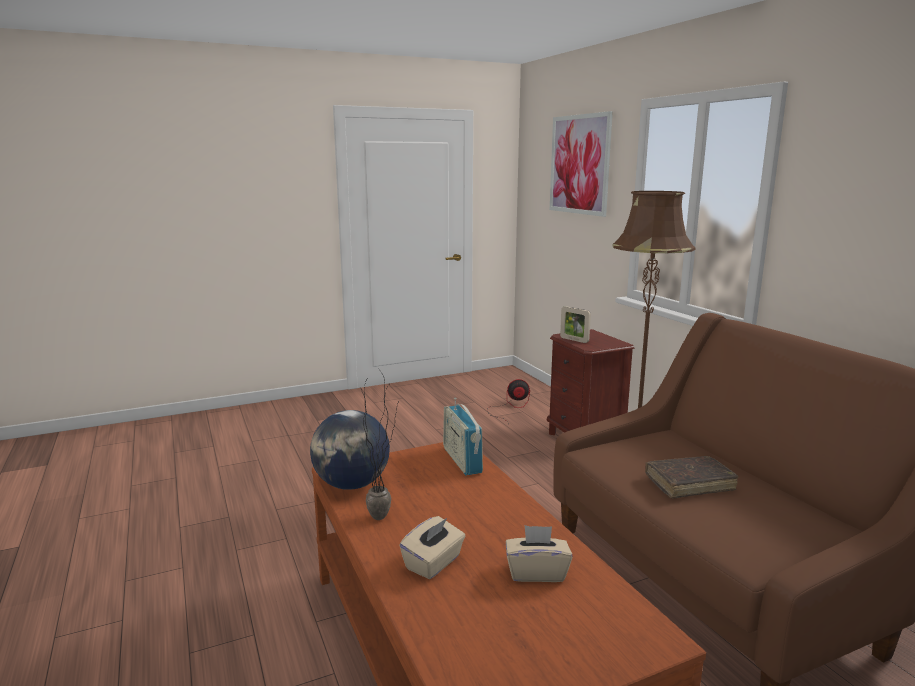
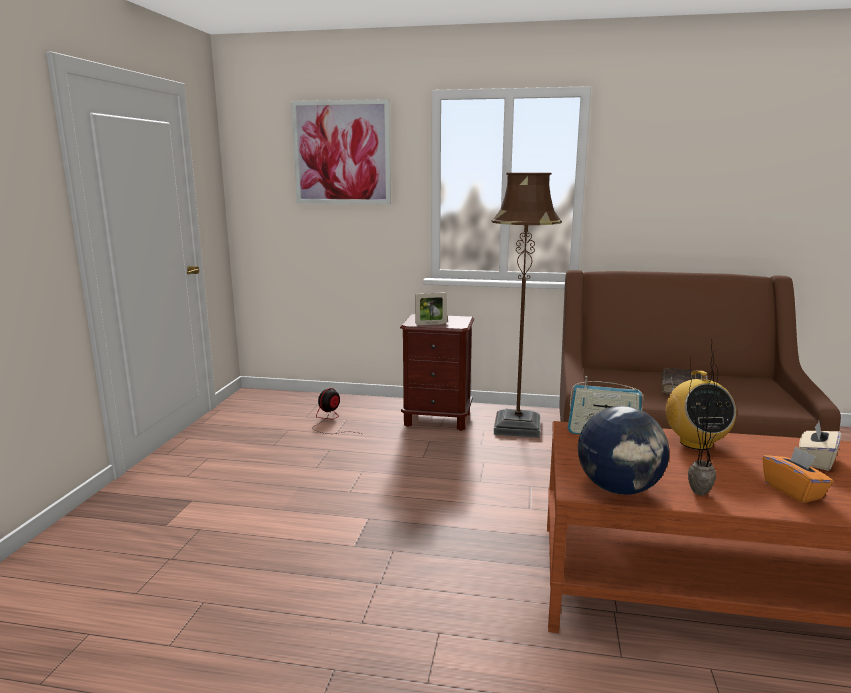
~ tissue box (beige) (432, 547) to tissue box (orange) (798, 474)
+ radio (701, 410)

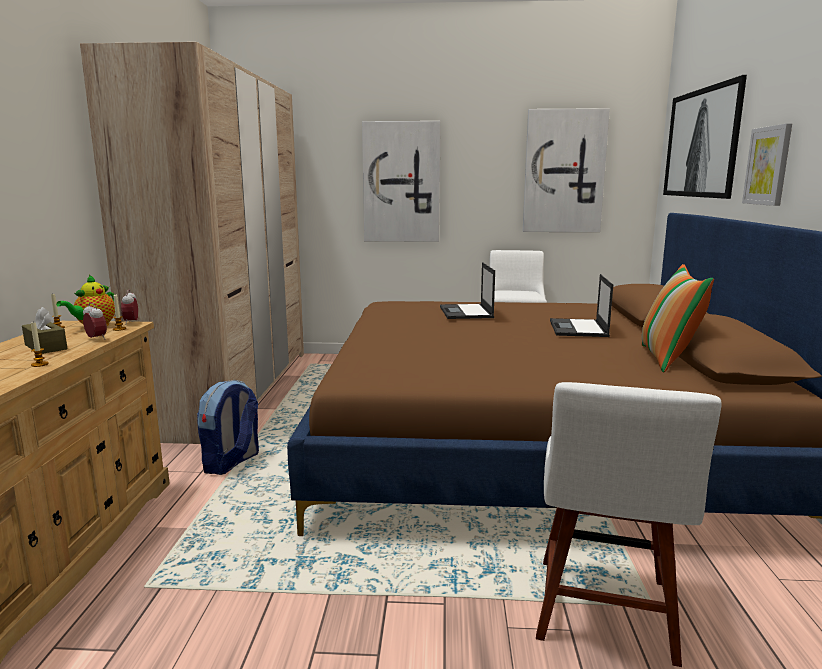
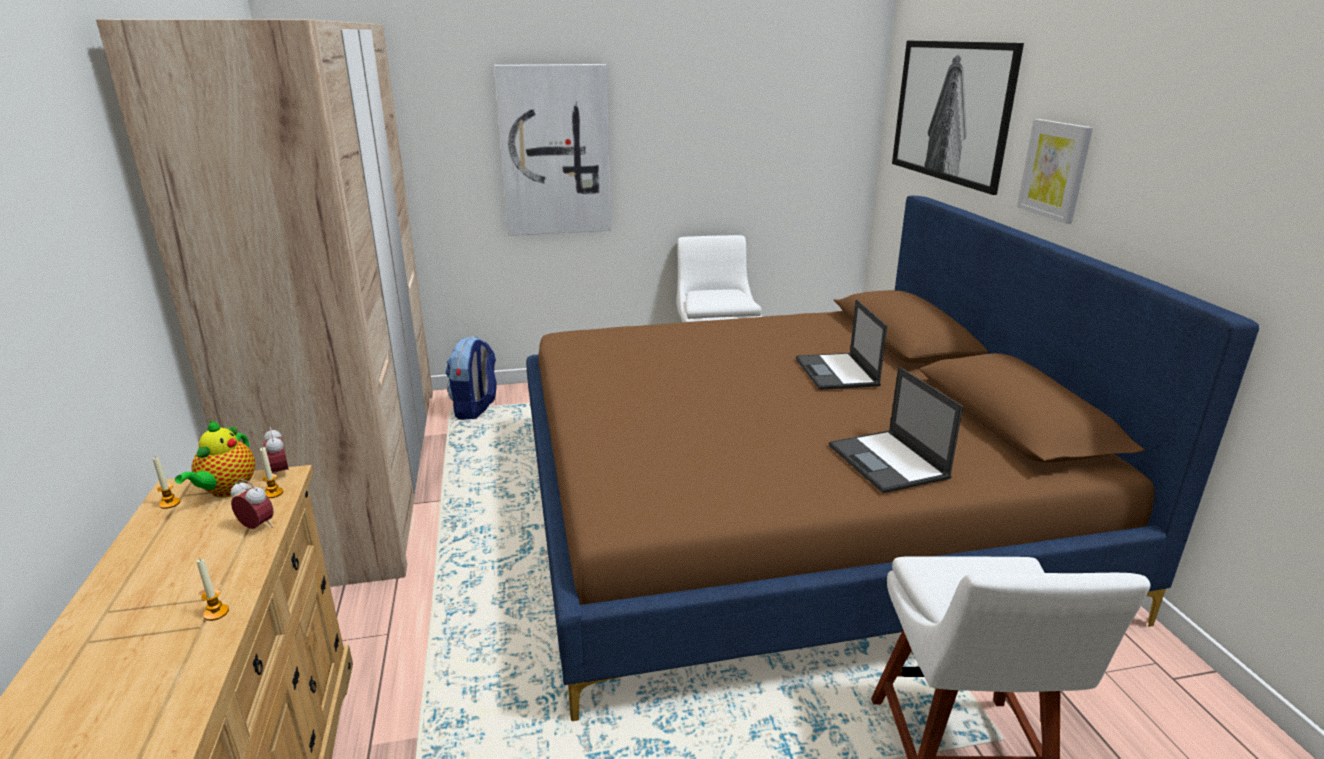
- tissue box (brown) (44, 330)
~ backpack (228, 427) to (471, 378)
~ laptop (467, 290) to (896, 430)
- picture (566, 170)
- pillow (677, 318)

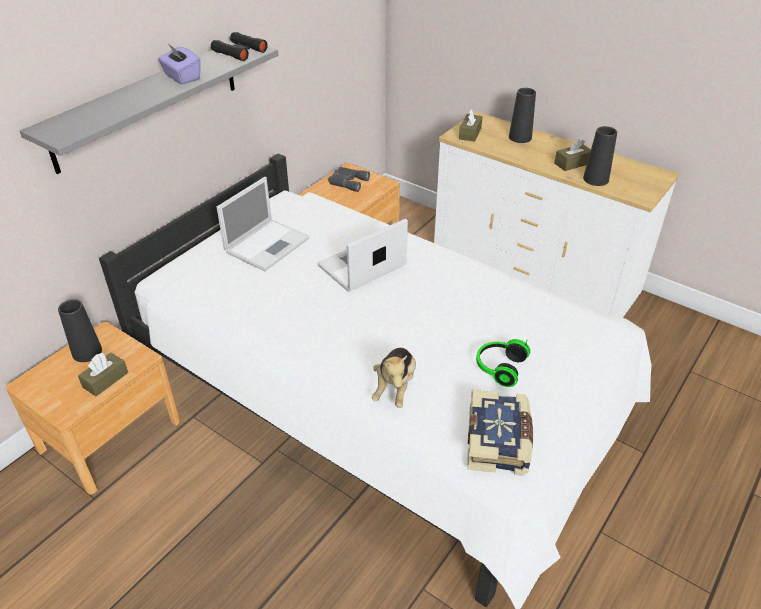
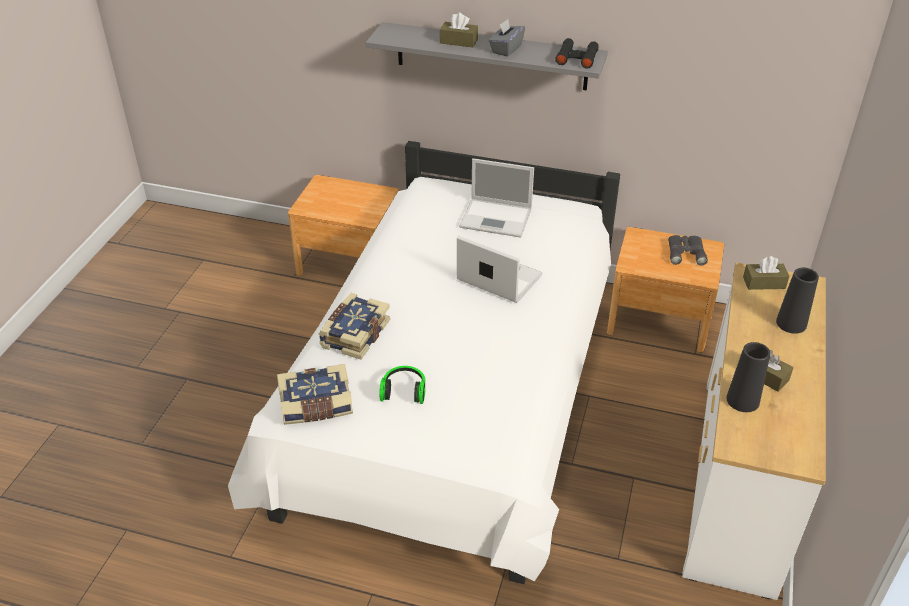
- vase (black) (80, 330)
~ tissue box (brown) (103, 374) to (459, 30)
~ tissue box (purple) (179, 65) to tissue box (grey) (507, 38)
~ plush toy (394, 378) to book (354, 326)

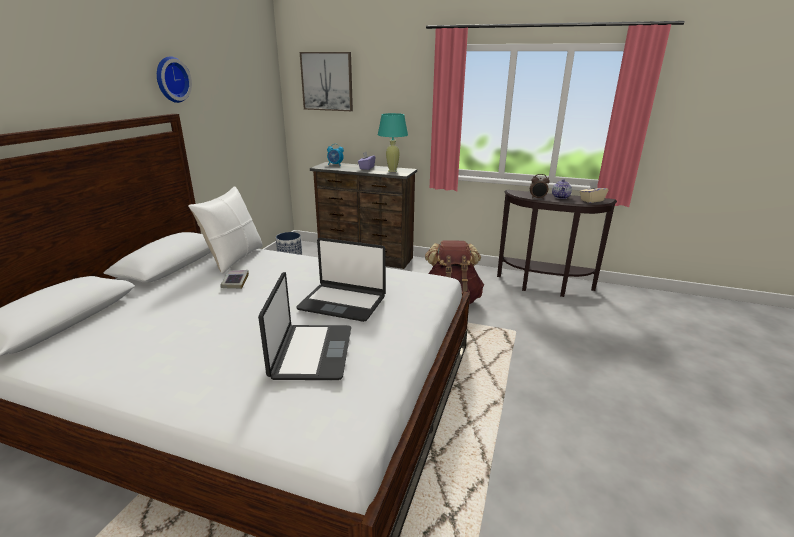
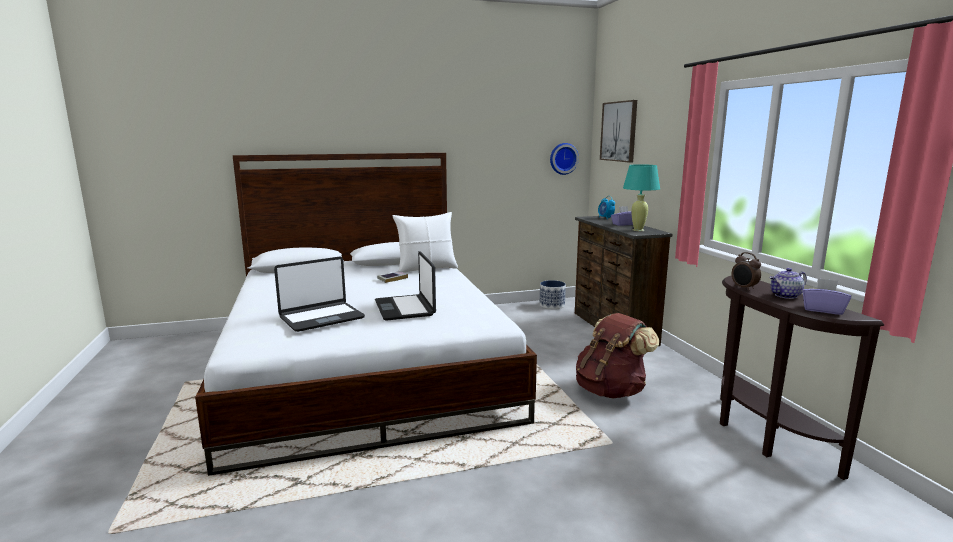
~ wall clock (174, 79) to (564, 159)
~ tissue box (beige) (594, 192) to tissue box (purple) (826, 296)

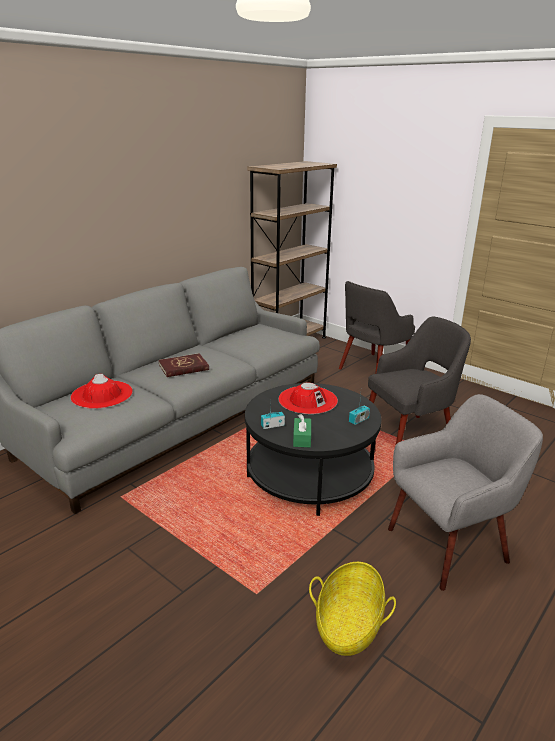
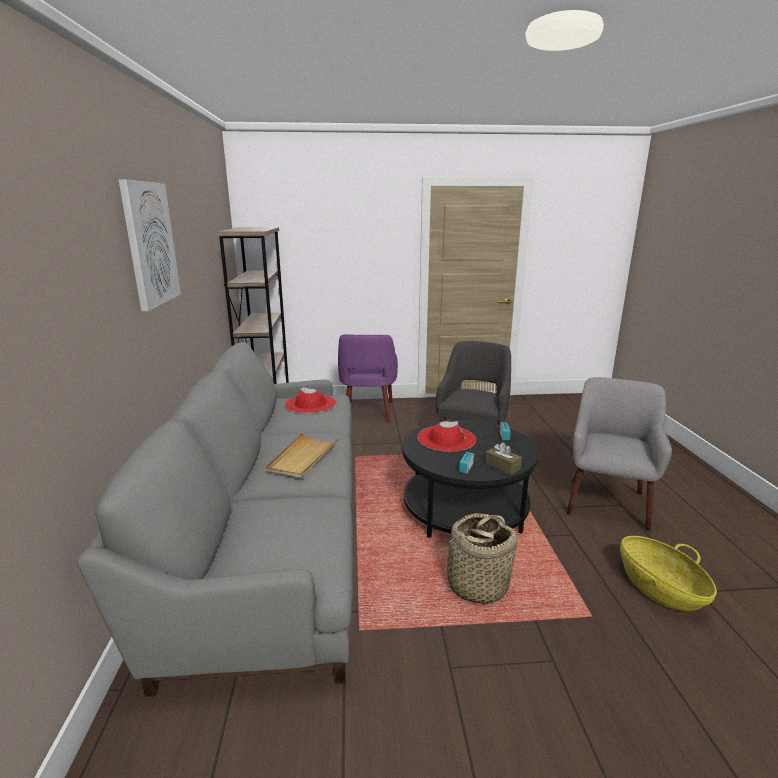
~ hat (red) (102, 391) to (310, 400)
~ book (red) (183, 365) to tray (beige) (302, 455)
~ tissue box (green) (302, 430) to tissue box (brown) (503, 458)
~ armchair (grey) (377, 327) to armchair (purple) (368, 378)
+ picture (149, 245)
+ basket (476, 559)

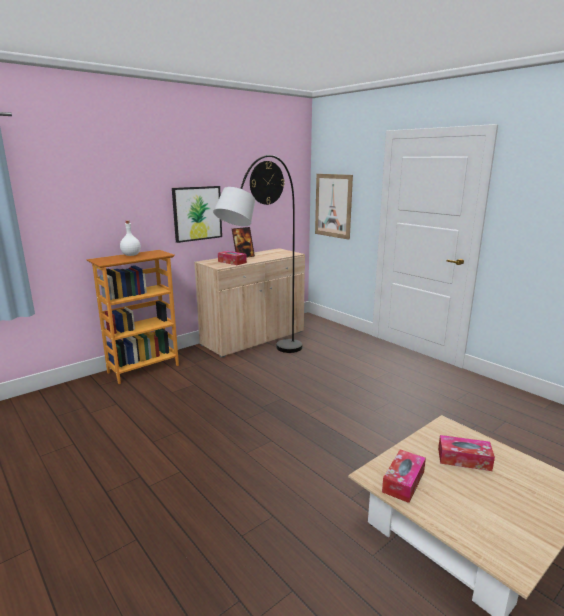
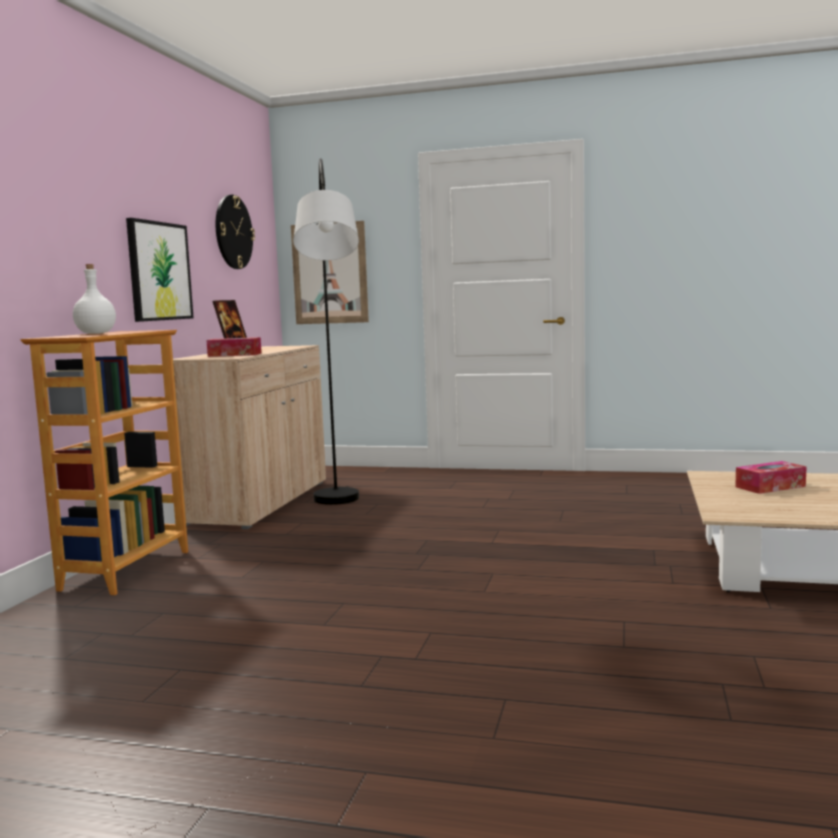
- tissue box (404, 476)

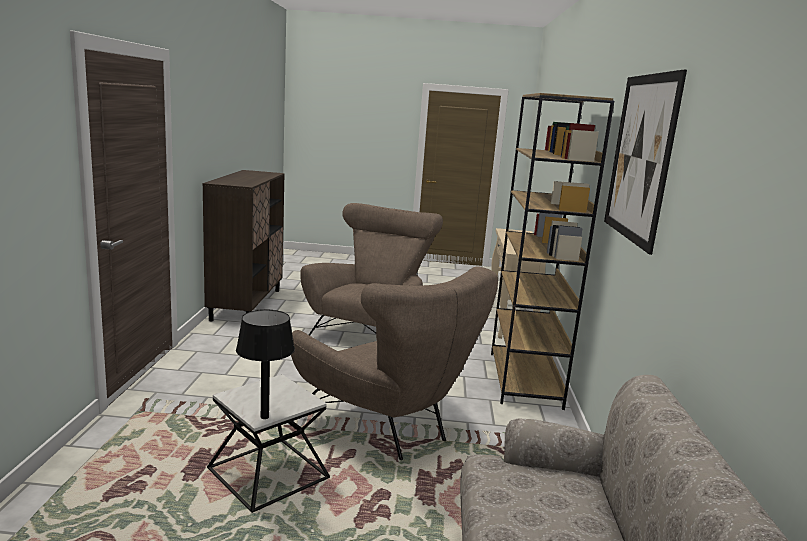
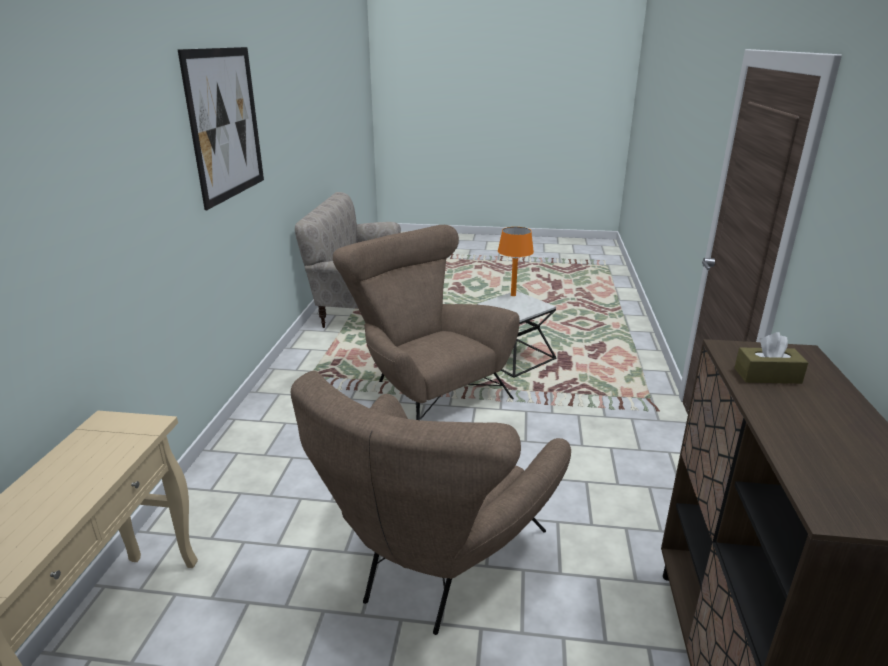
~ table lamp (black) (265, 364) to table lamp (orange) (516, 261)
- bookcase (brown) (552, 251)
+ tissue box (brown) (771, 358)

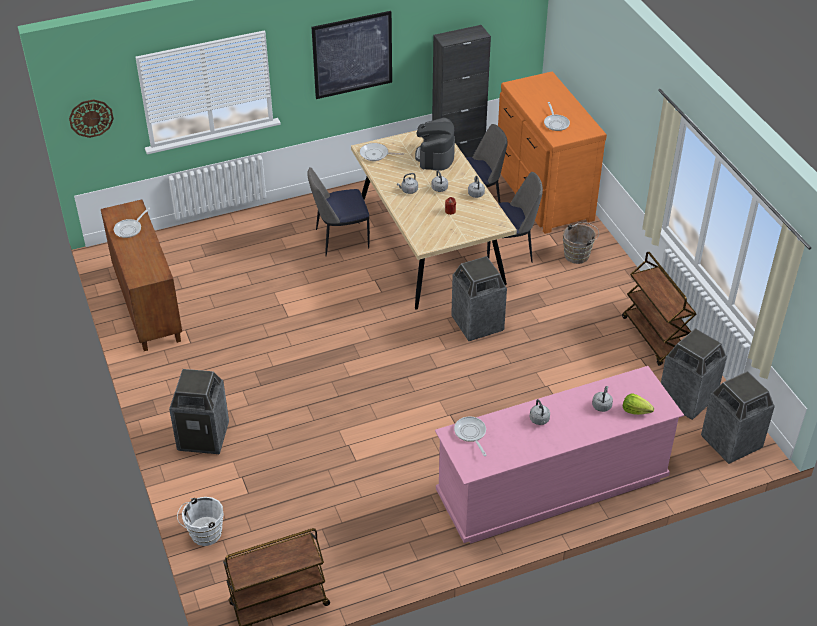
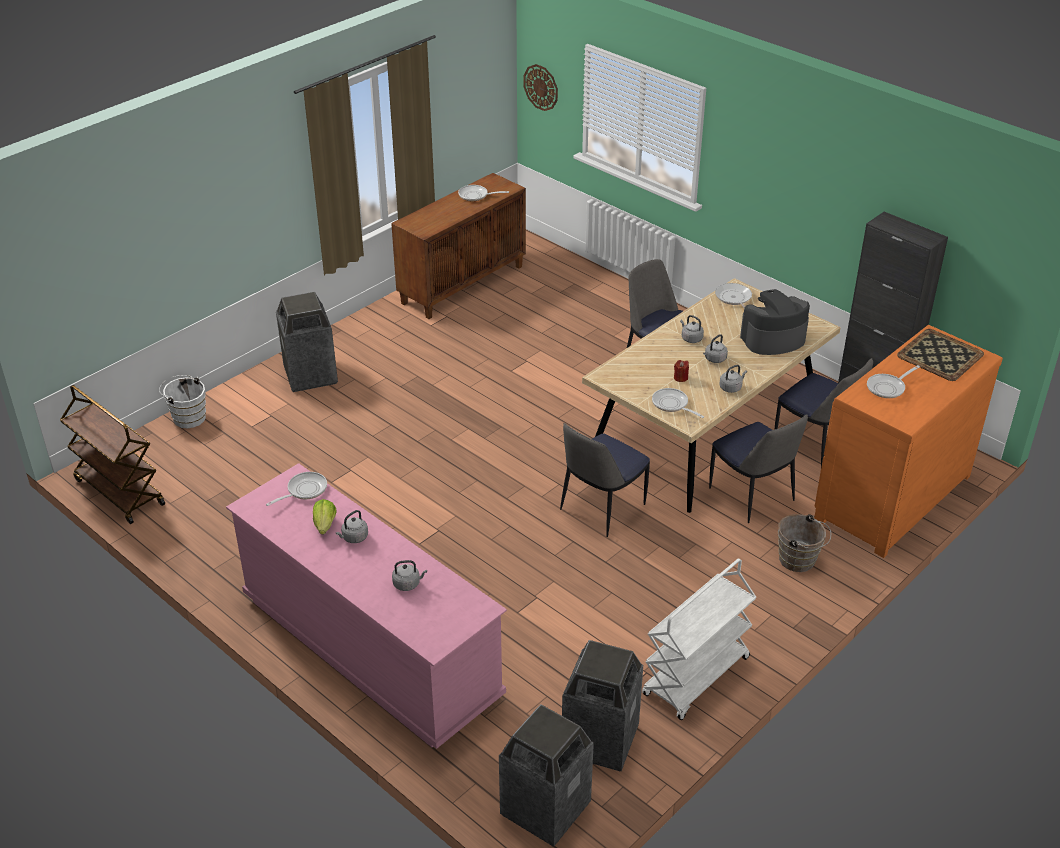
- picture (352, 55)
~ trash can (479, 298) to chair (605, 480)
~ cart (brown) (659, 309) to cart (white) (699, 639)
~ lettuce (638, 404) to (324, 516)
+ frying pan (678, 403)
+ tray (940, 355)

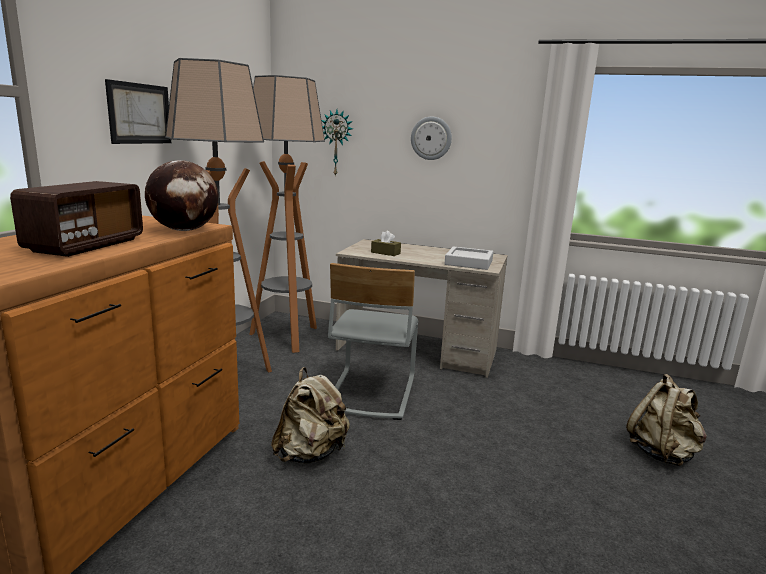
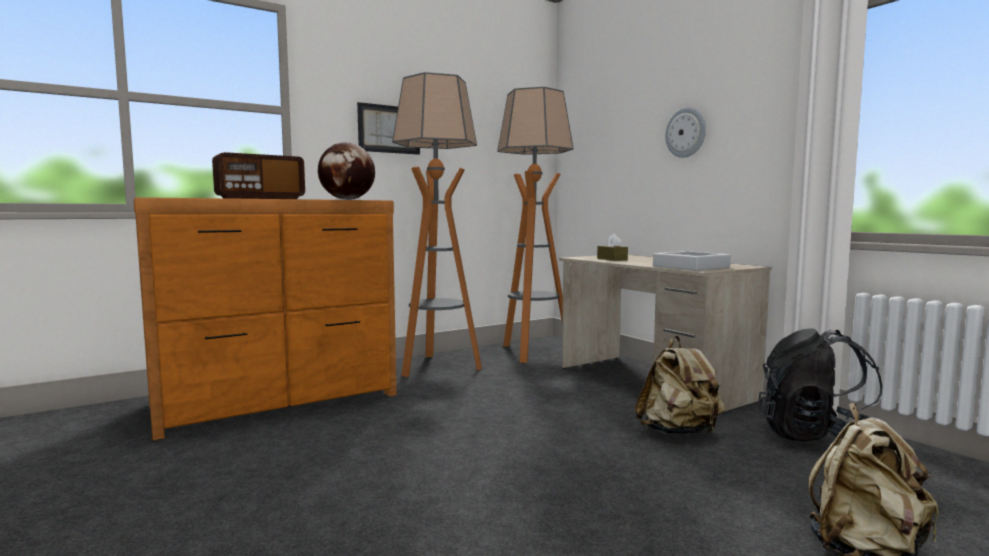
~ backpack (beige) (310, 415) to (680, 385)
- wall clock (337, 143)
- chair (grey) (373, 341)
+ backpack (black) (820, 384)

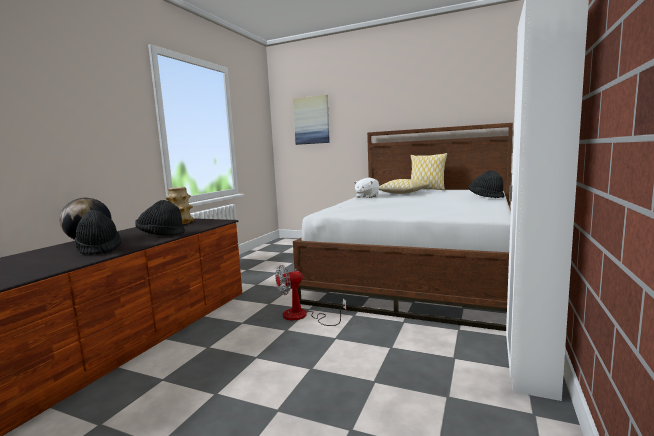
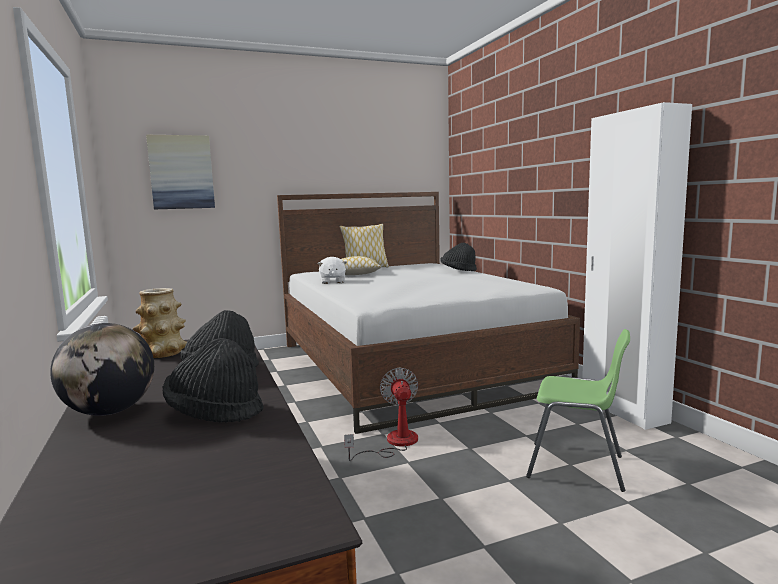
~ fan (311, 295) = (381, 414) 150 degrees clockwise
+ chair (green) (578, 410)

